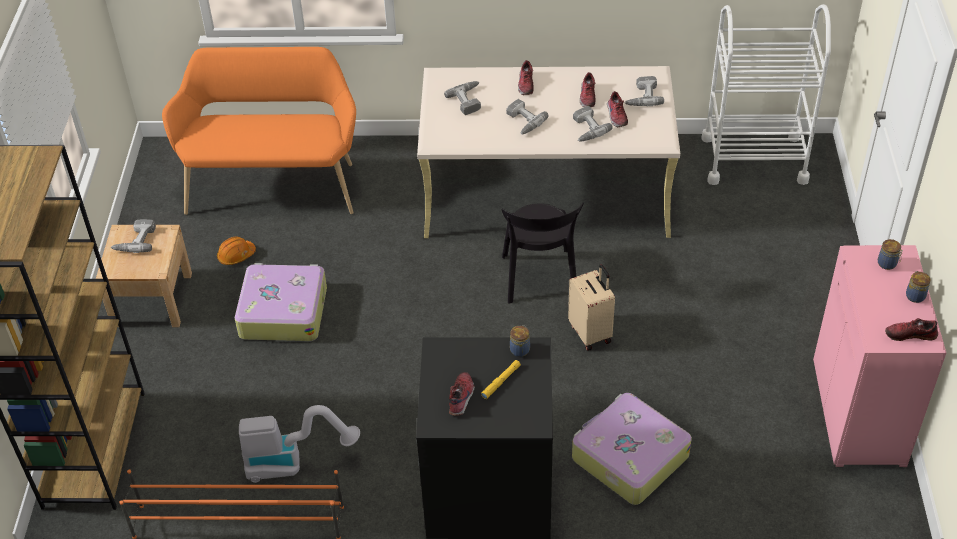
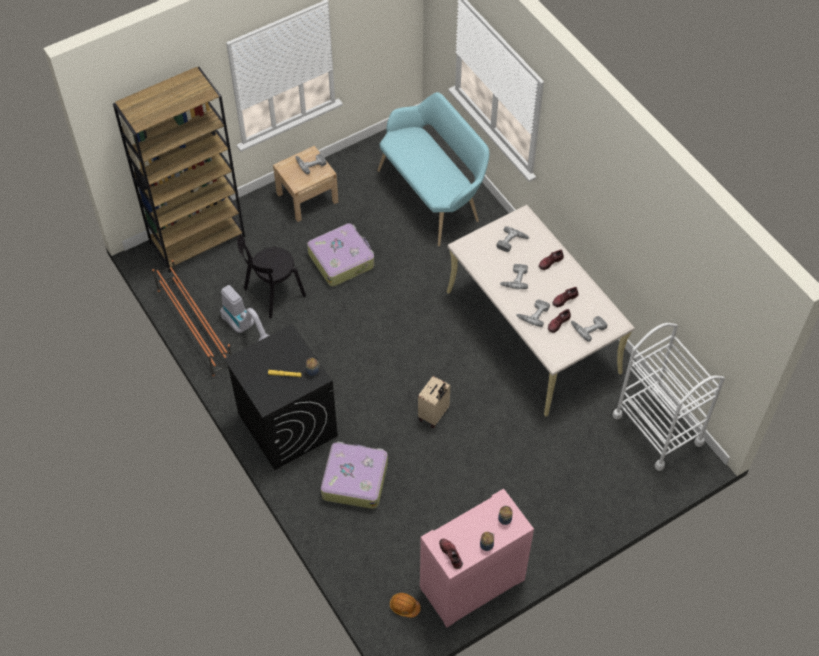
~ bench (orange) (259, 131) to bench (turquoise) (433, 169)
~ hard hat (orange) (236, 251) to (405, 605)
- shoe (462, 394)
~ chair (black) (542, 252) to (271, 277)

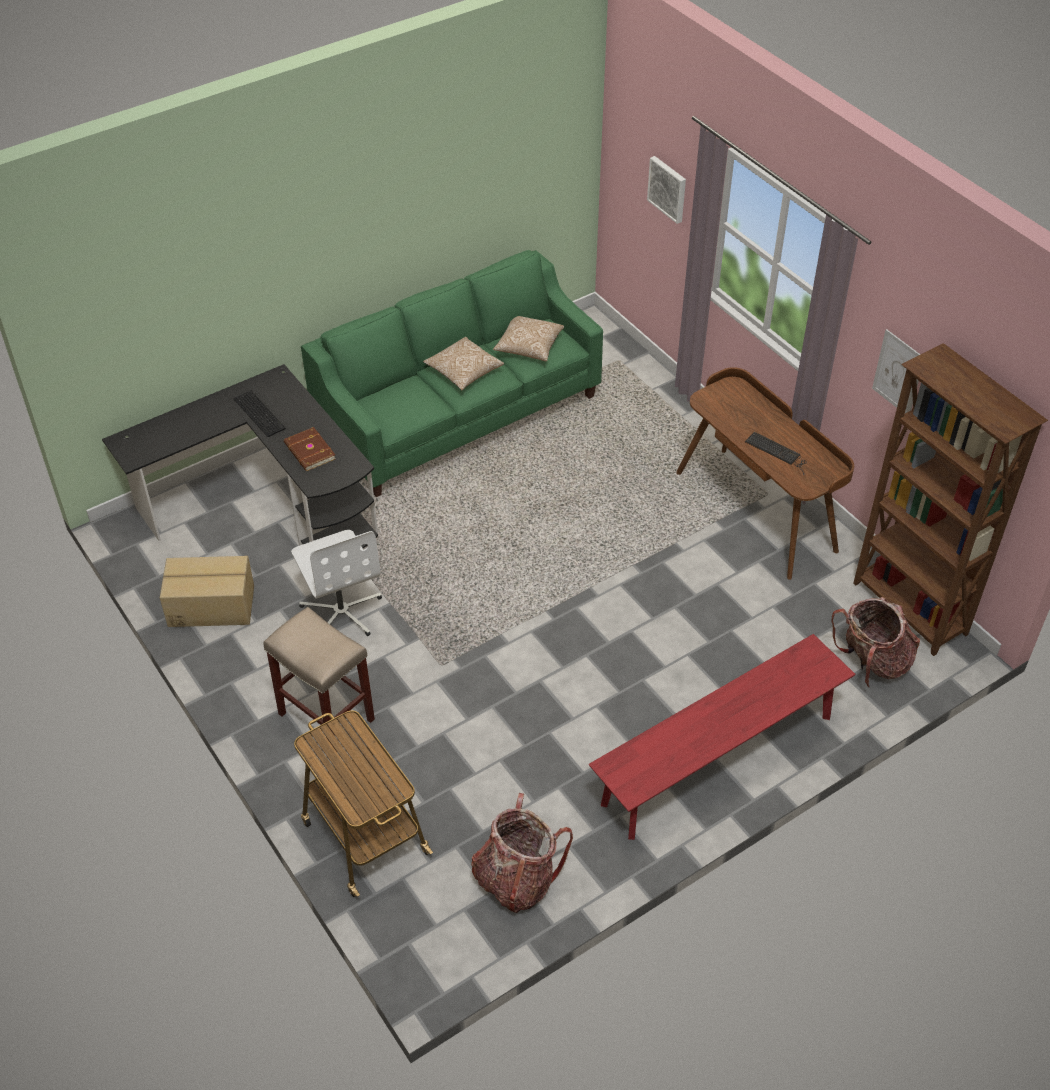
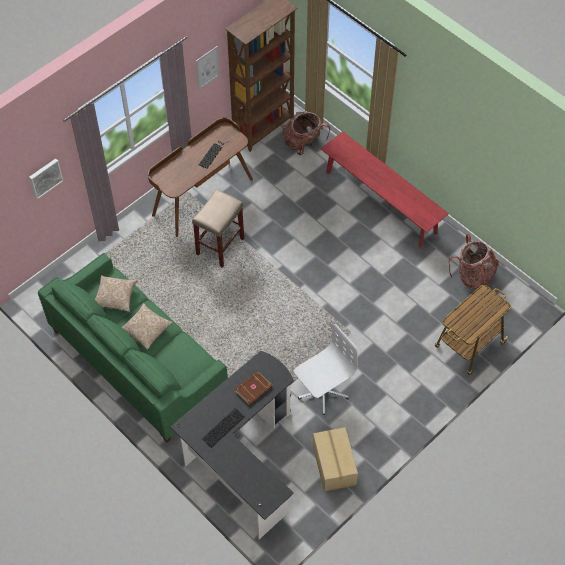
~ stool (beige) (319, 679) to (218, 228)

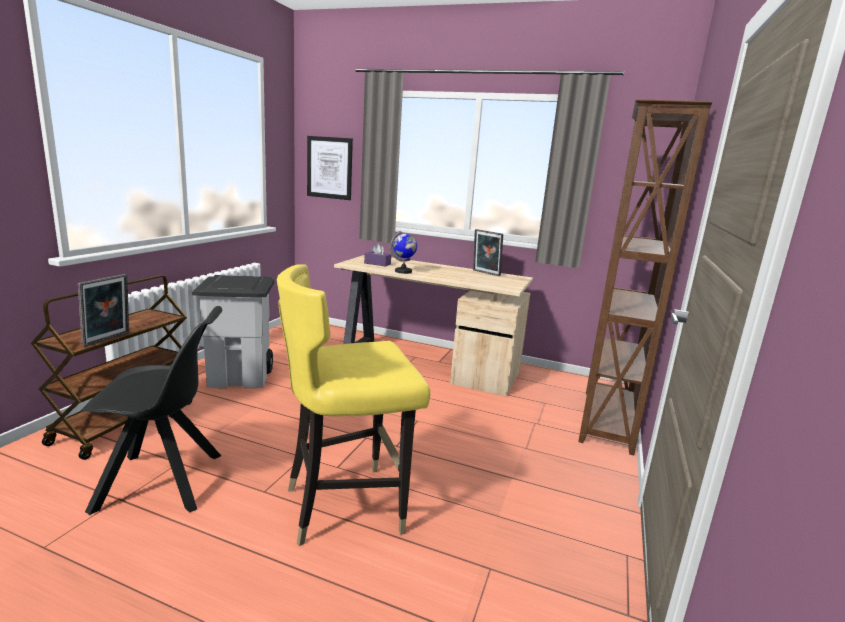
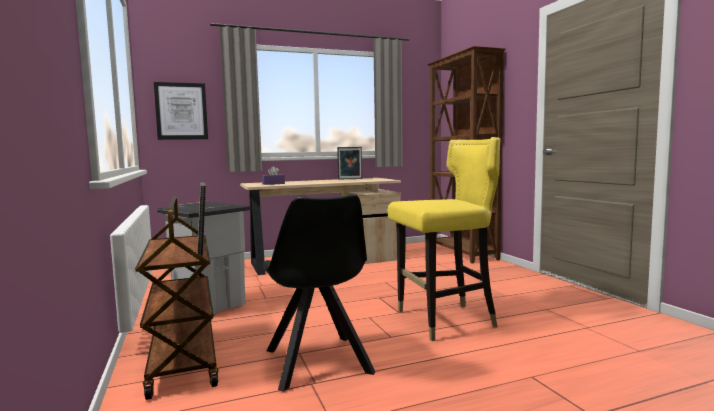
~ chair (black) (151, 410) = (319, 293) 120 degrees clockwise
~ chair (yellow) (353, 405) = (444, 239) 135 degrees counterclockwise
- globe (403, 252)

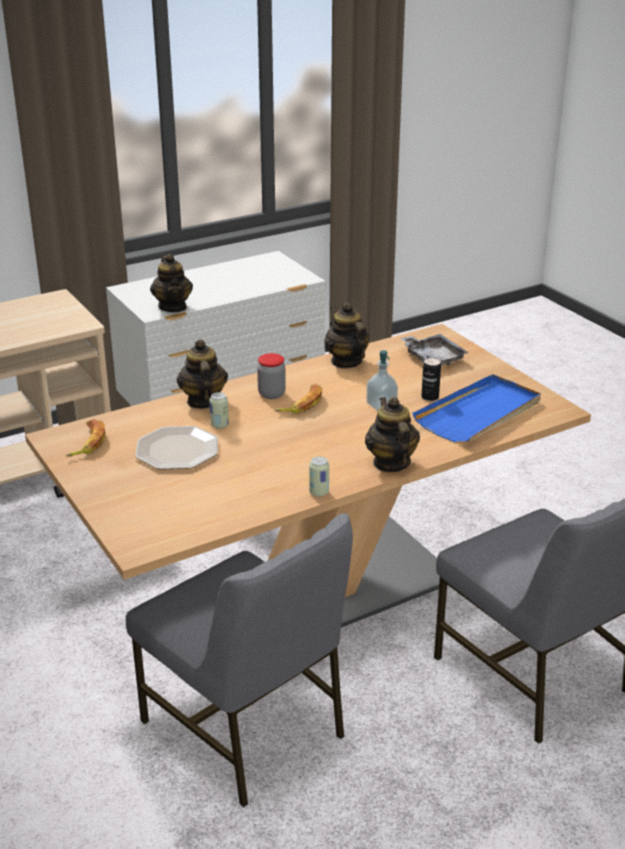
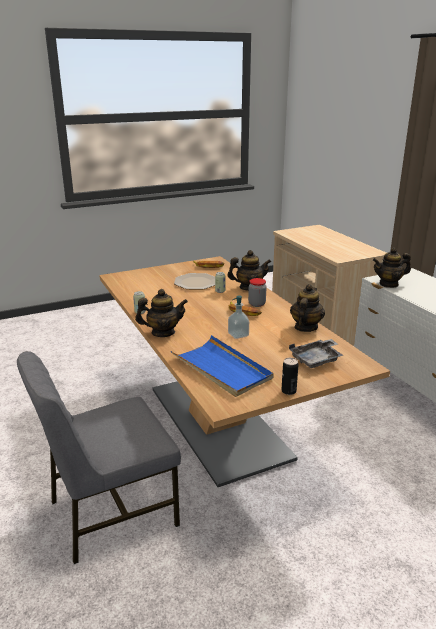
- chair (grey) (239, 660)
~ teapot (346, 335) = (307, 308) 45 degrees counterclockwise
~ can (431, 379) to (289, 376)

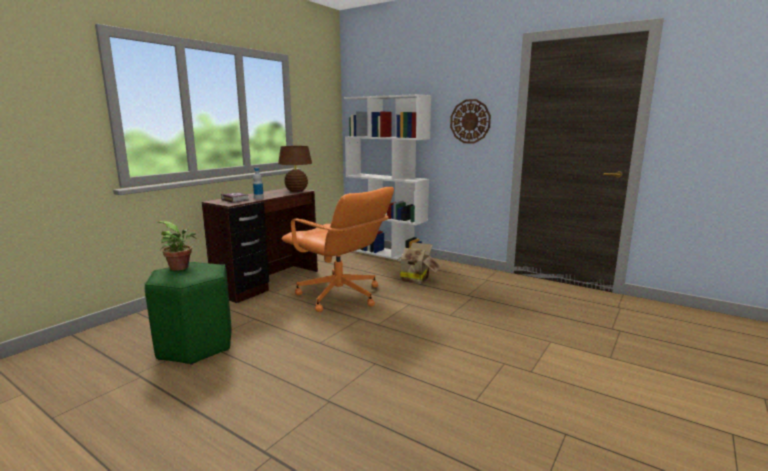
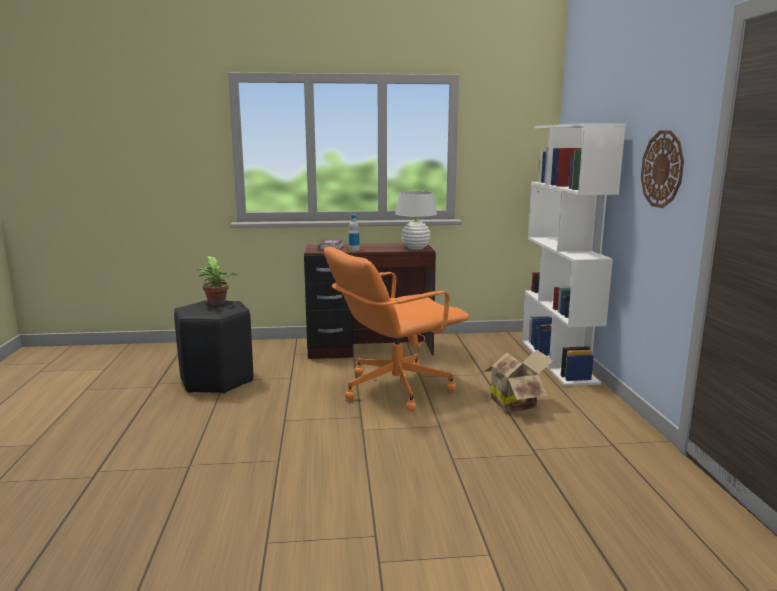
~ stool (green) (188, 313) to stool (black) (213, 347)
~ table lamp (brown) (295, 169) to table lamp (white) (416, 220)
~ office chair (orange) (337, 249) = (396, 329) 60 degrees clockwise

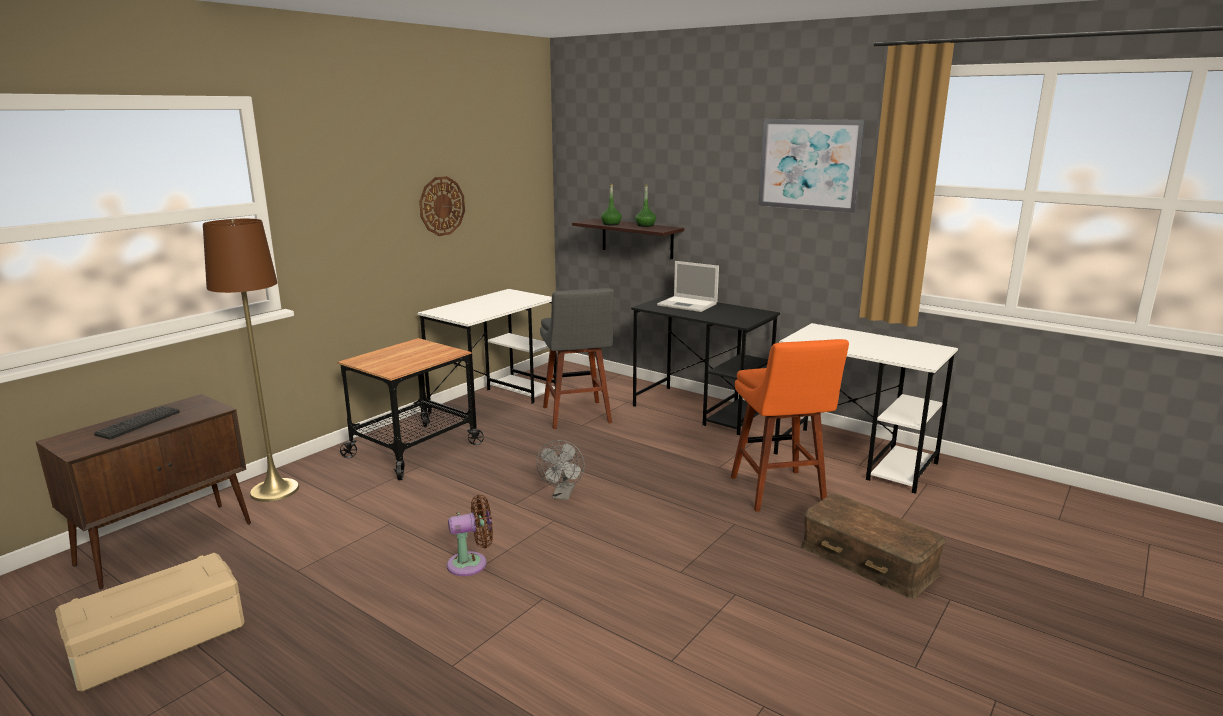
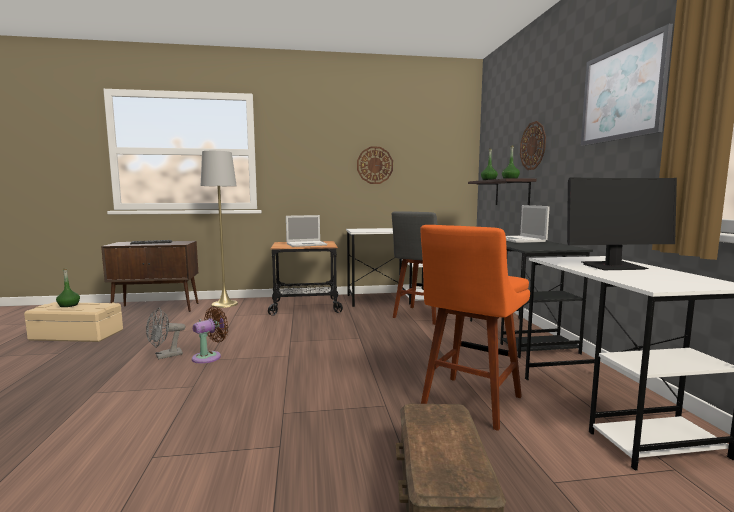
~ floor lamp (brown) (251, 360) to floor lamp (grey) (219, 229)
~ fan (brown) (470, 535) = (210, 335) 75 degrees counterclockwise
~ fan (grey) (560, 470) to (166, 333)
+ bottle (green) (68, 288)
+ laptop (306, 231)
+ wall clock (533, 145)
+ monitor (622, 223)

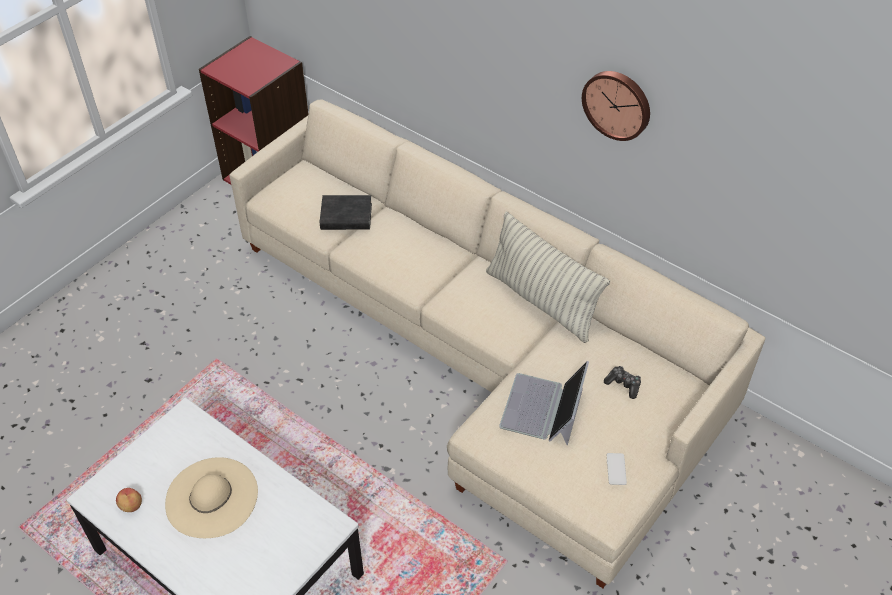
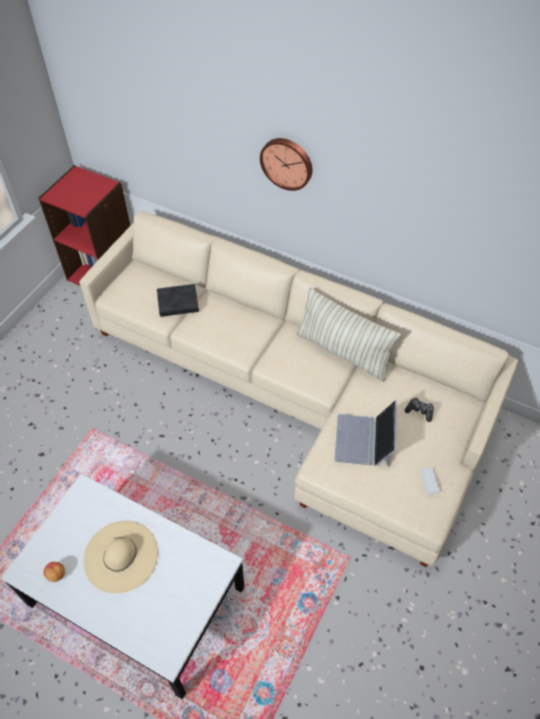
~ wall clock (616, 106) to (286, 164)

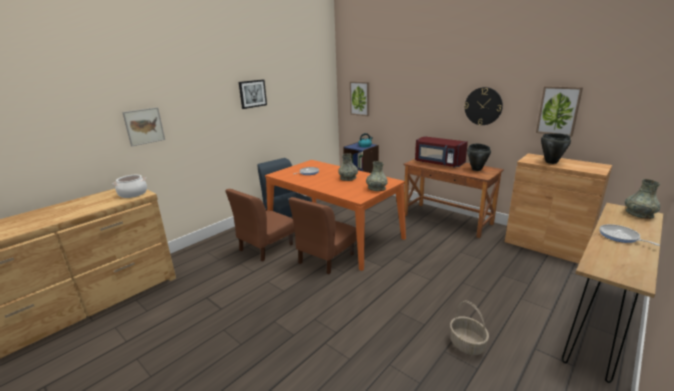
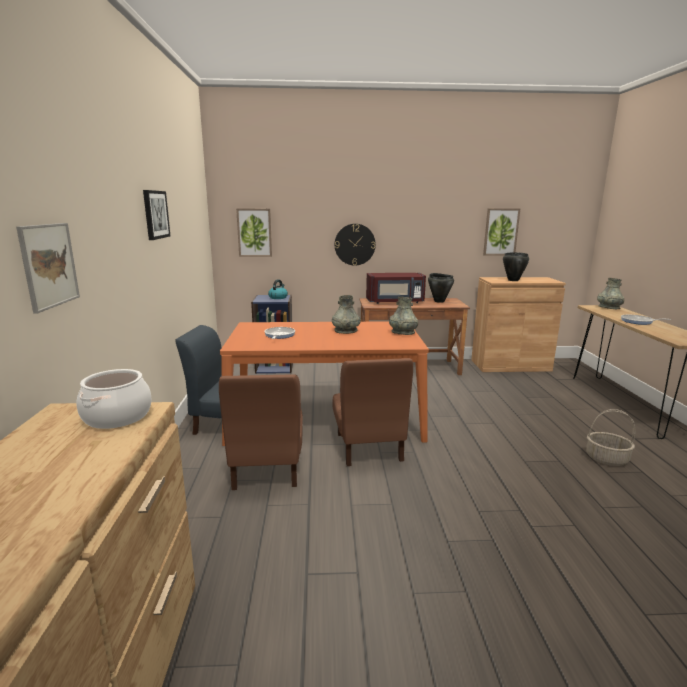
~ wall clock (483, 106) to (355, 245)

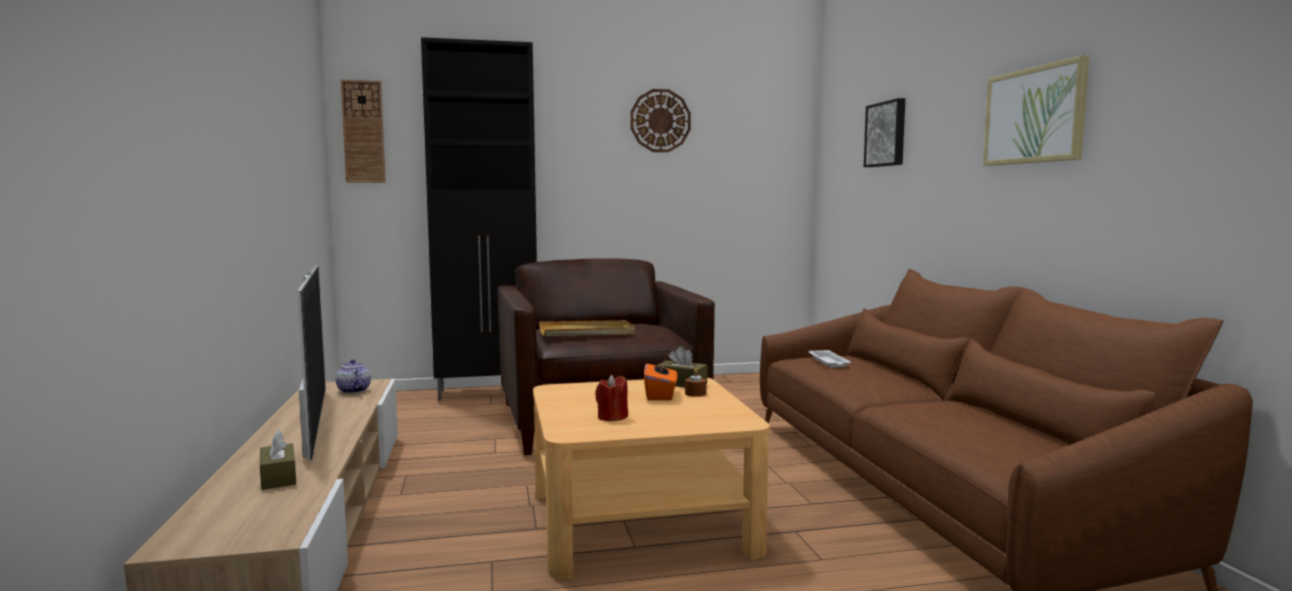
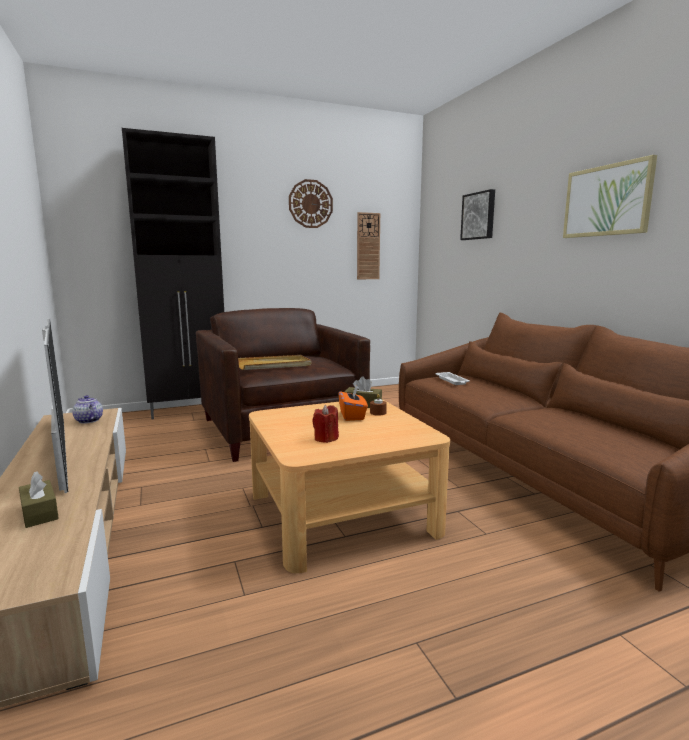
~ wall clock (363, 131) to (368, 245)

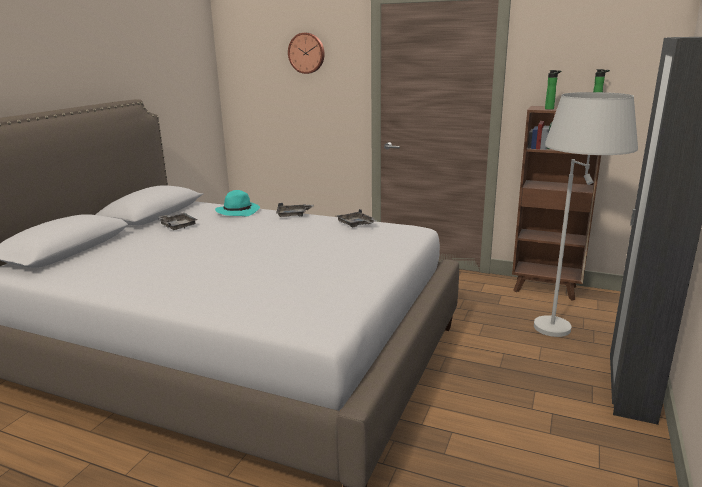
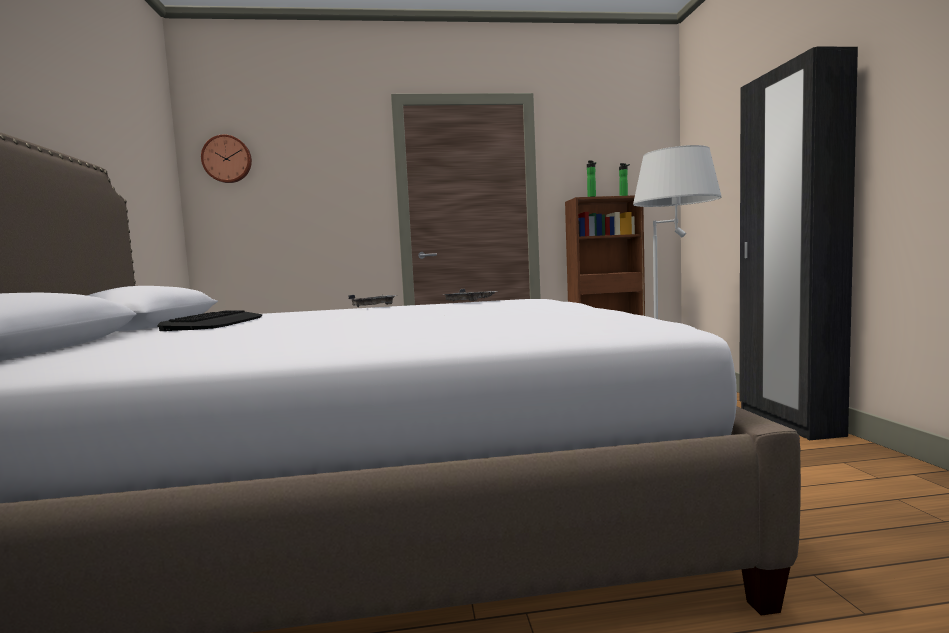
~ tray (grey) (177, 221) to keyboard (209, 320)
- hat (turquoise) (237, 203)
~ wall clock (306, 53) to (226, 159)

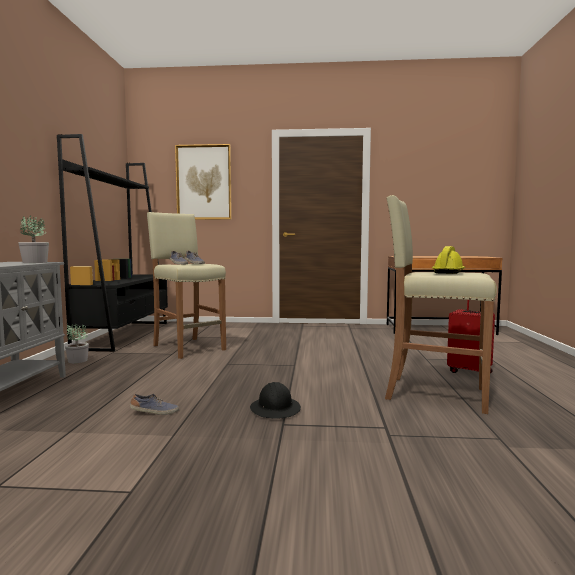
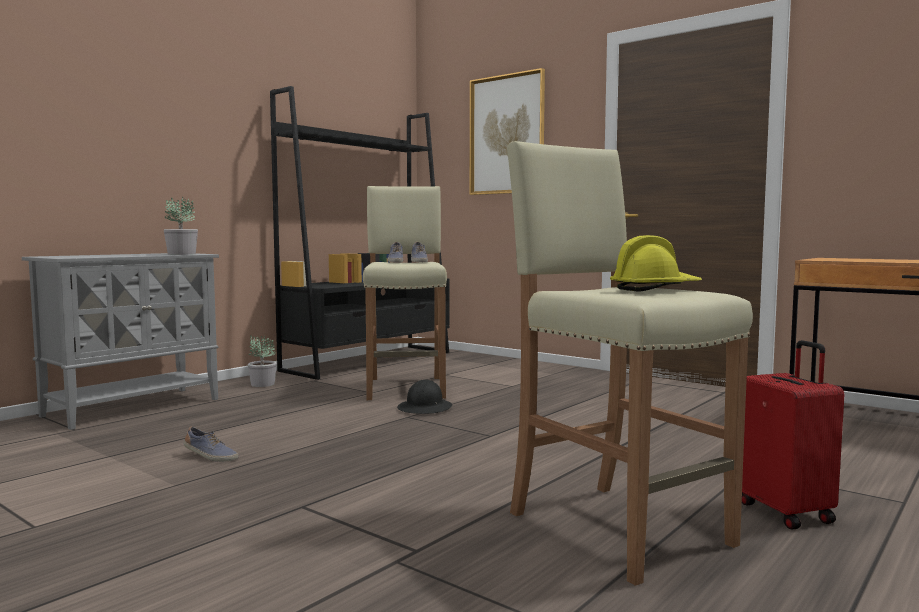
~ hard hat (black) (275, 400) to (424, 396)

